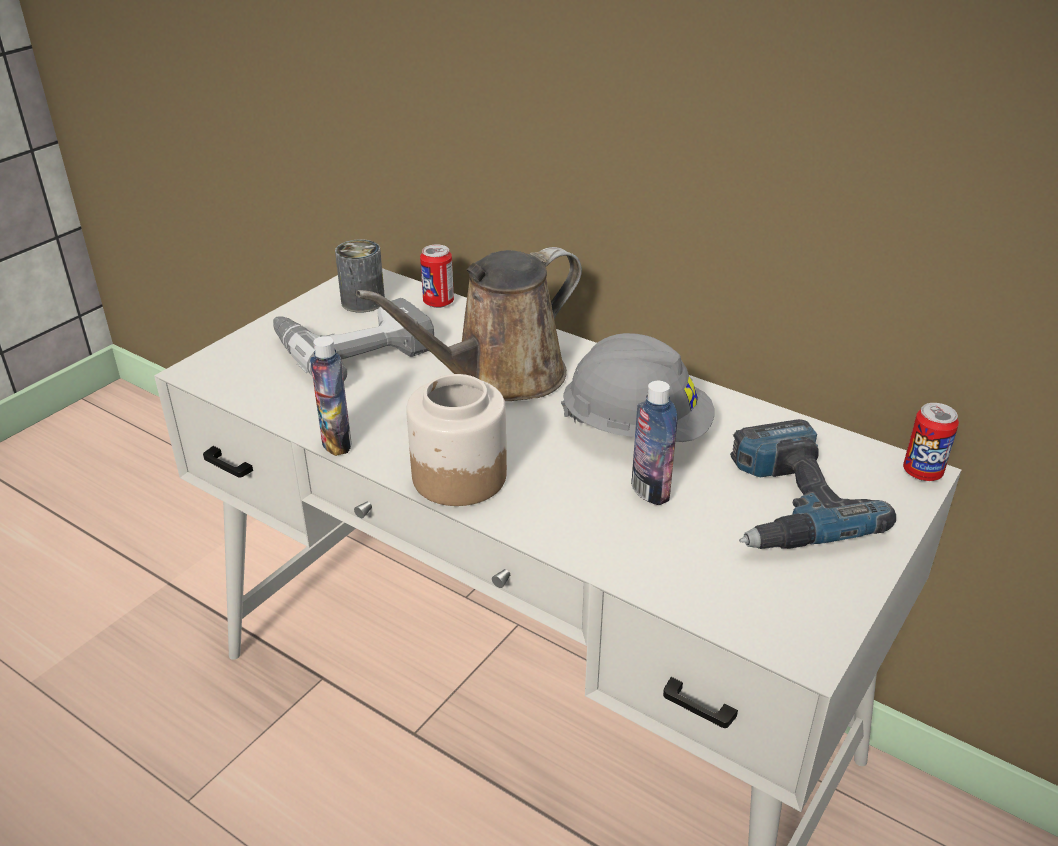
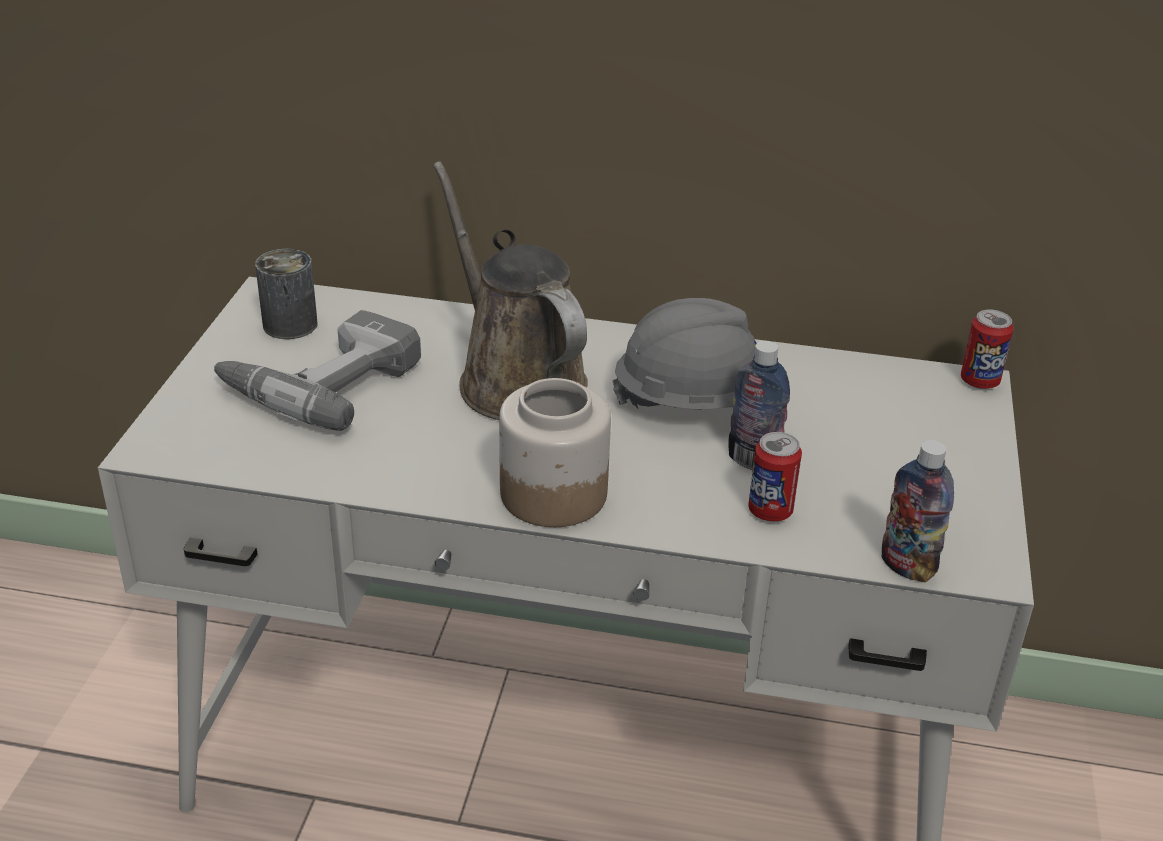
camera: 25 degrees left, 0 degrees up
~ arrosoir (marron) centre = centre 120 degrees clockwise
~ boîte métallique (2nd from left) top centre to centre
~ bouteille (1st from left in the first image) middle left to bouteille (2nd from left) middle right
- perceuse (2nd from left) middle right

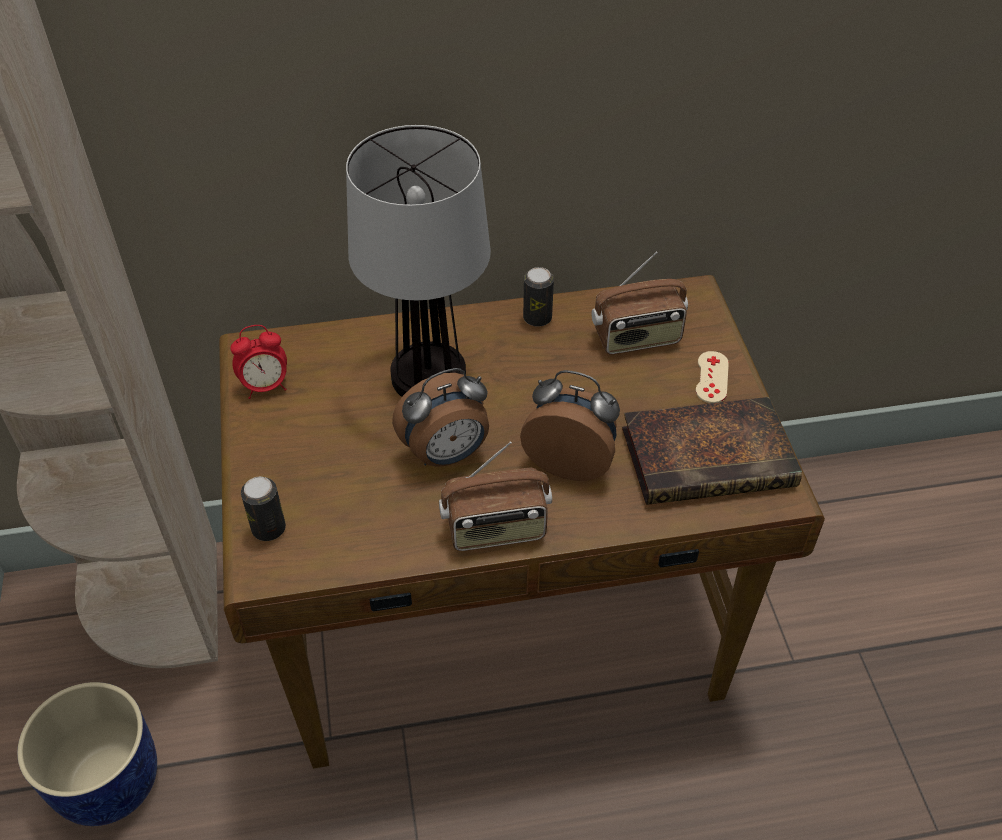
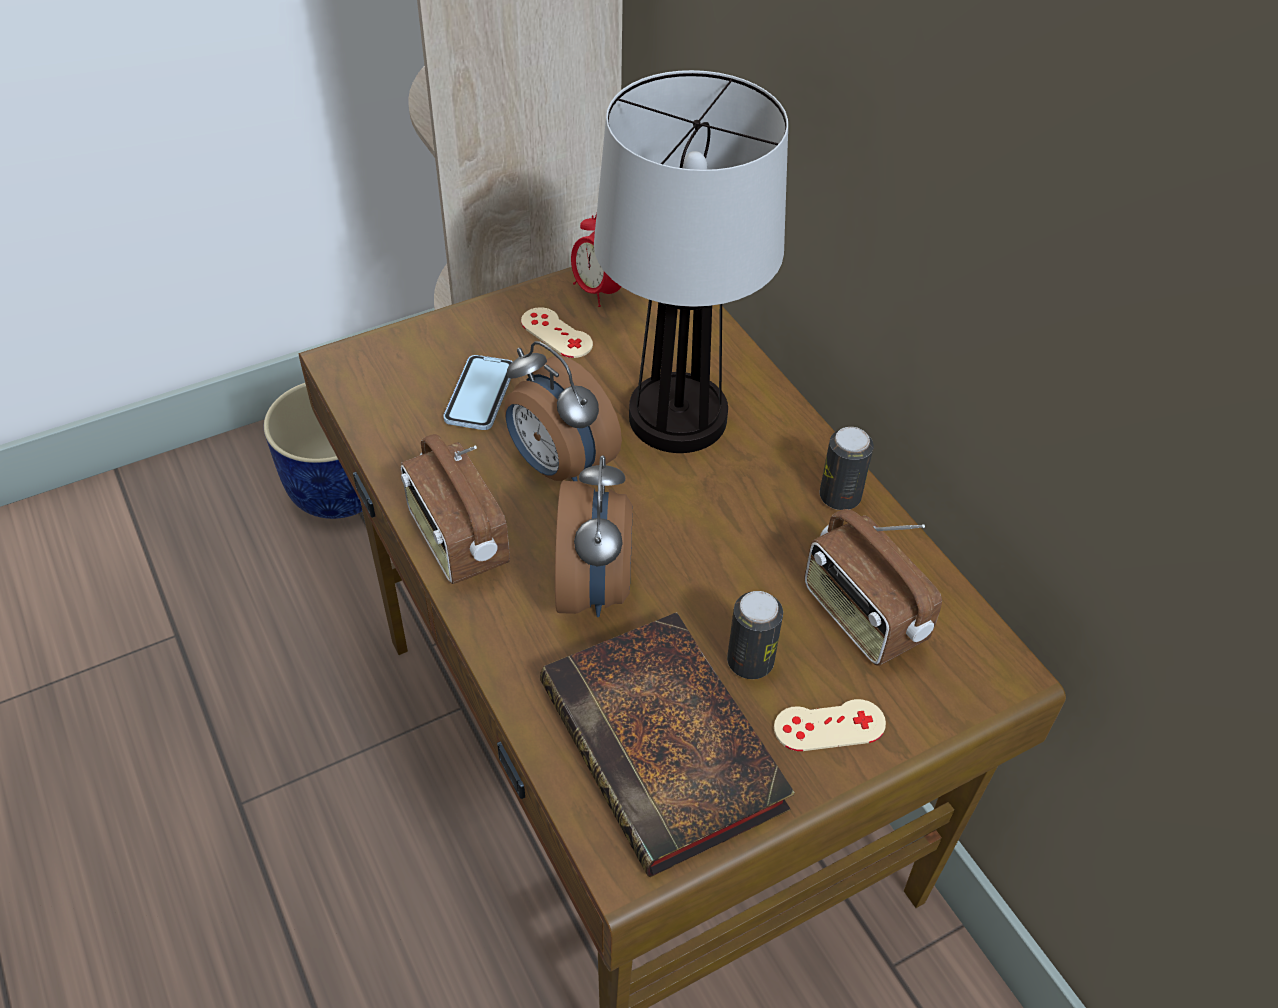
camera: 70 degrees right, 0 degrees up
+ téléphone centre
+ manette (beige) (1st from left) top centre
~ boîte métallique (1st from left) middle left to centre

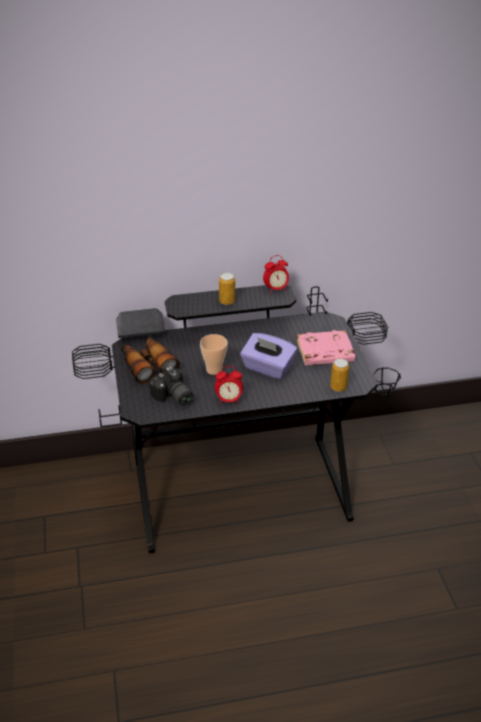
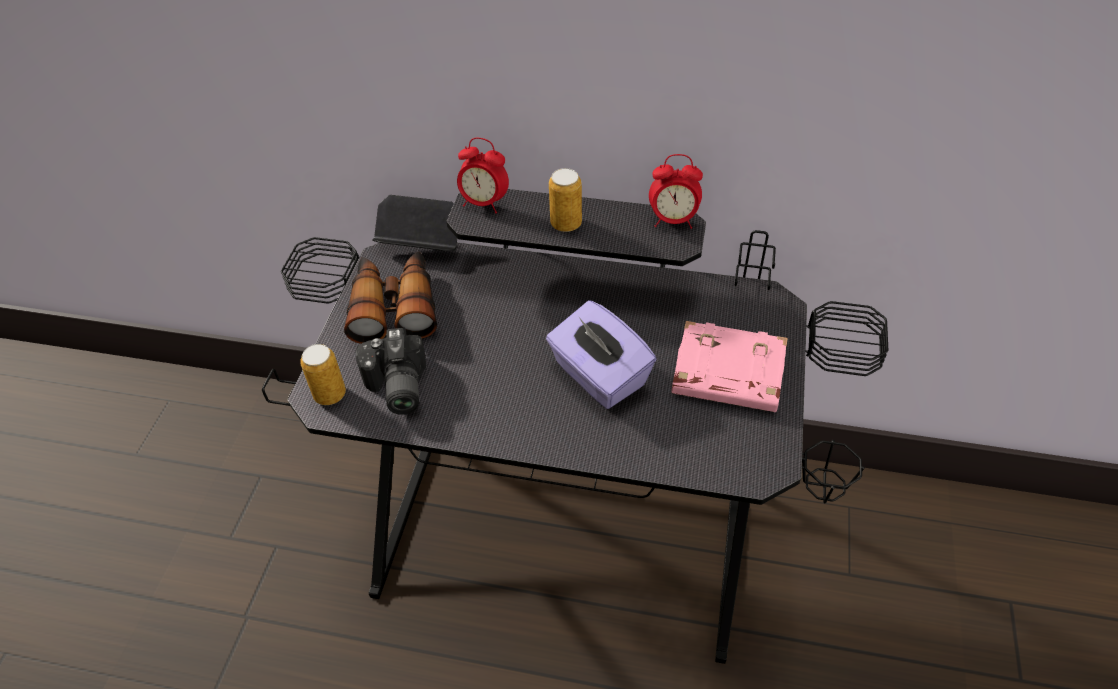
camera: 25 degrees right, 10 degrees up
~ boîte métallique (2nd from left in the first image) middle right to boîte métallique (1st from left) middle left
~ réveil (1st from left) centre to top centre
- tasse centre

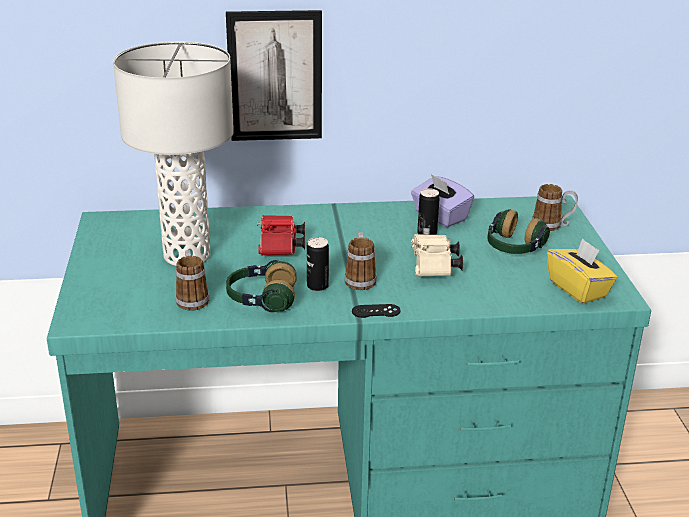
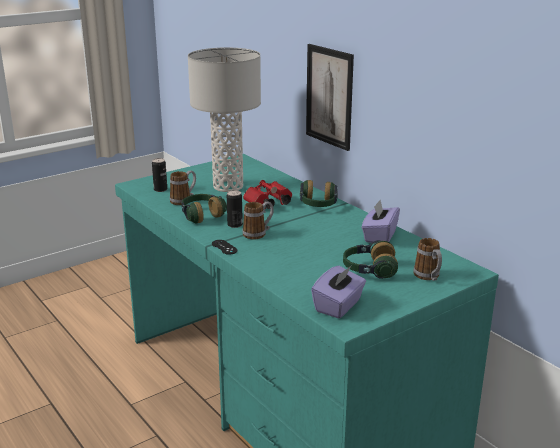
camera: 60 degrees right, 5 degrees down
~ boîte métallique (2nd from left in the first image) centre to boîte métallique (1st from left) middle left
+ casque audio (2nd from left) centre
~ boîte à mouchoirs (jaune) middle right to boîte à mouchoirs (violet) (1st from left) centre
- jumelles (beige) centre

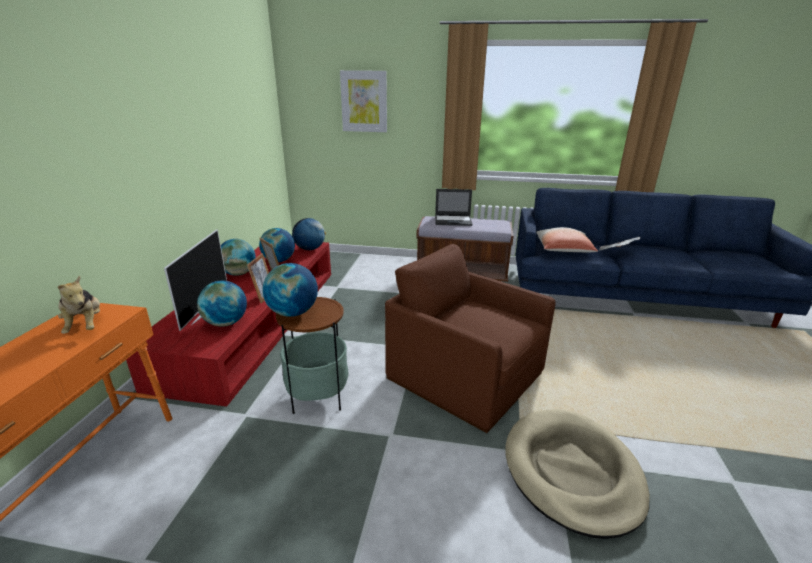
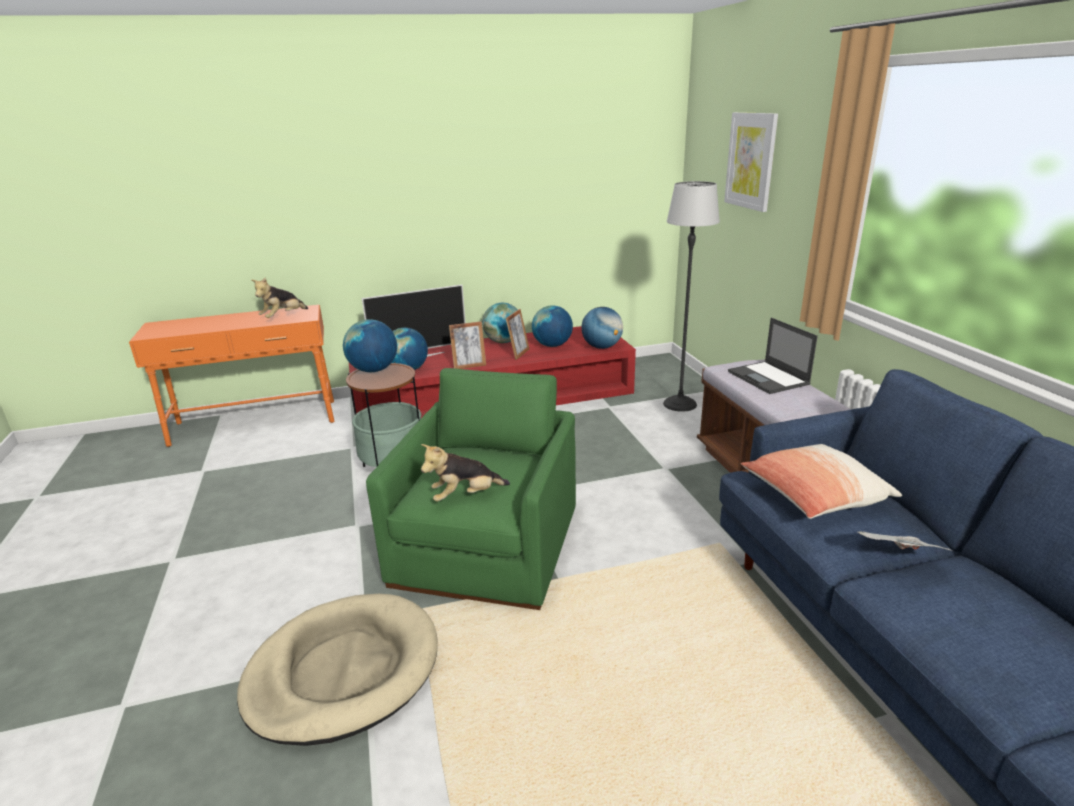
camera: 65 degrees right, 0 degrees up
~ fauteuil (marron) centre to fauteuil (vert) centre
+ peluche (2nd from left) centre
+ lampadaire centre

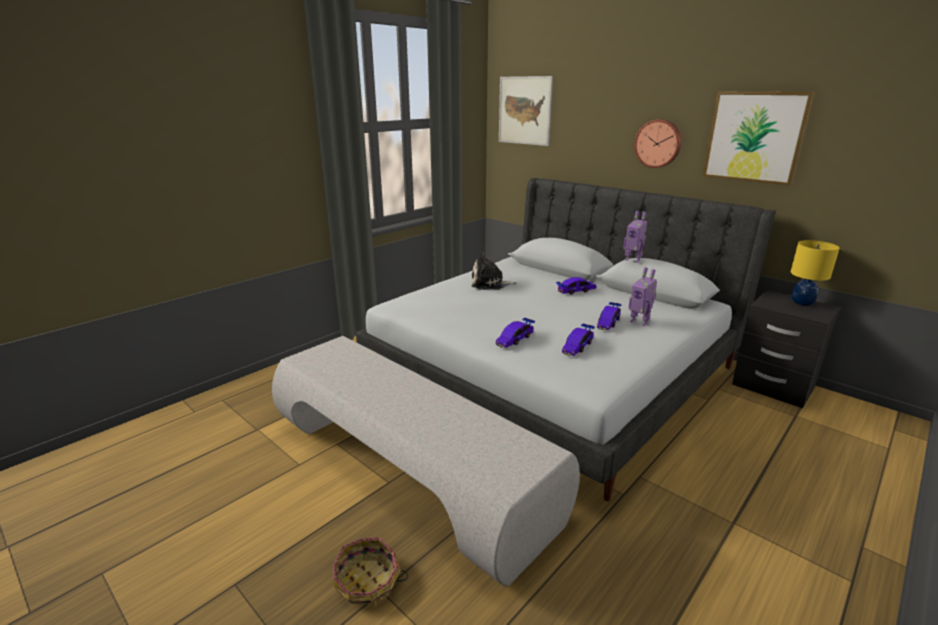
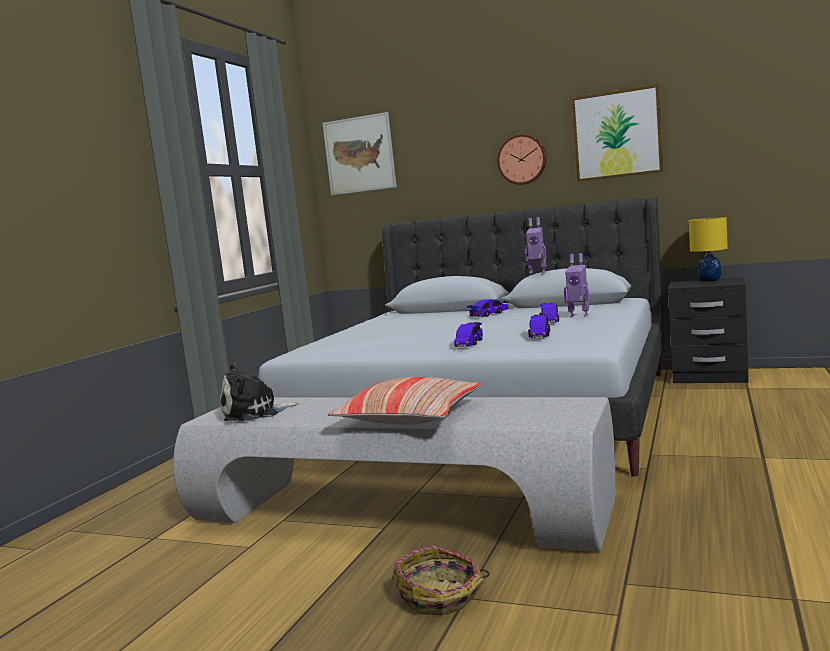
camera: 20 degrees left, 15 degrees down
~ peluche centre to middle left
+ coussin centre

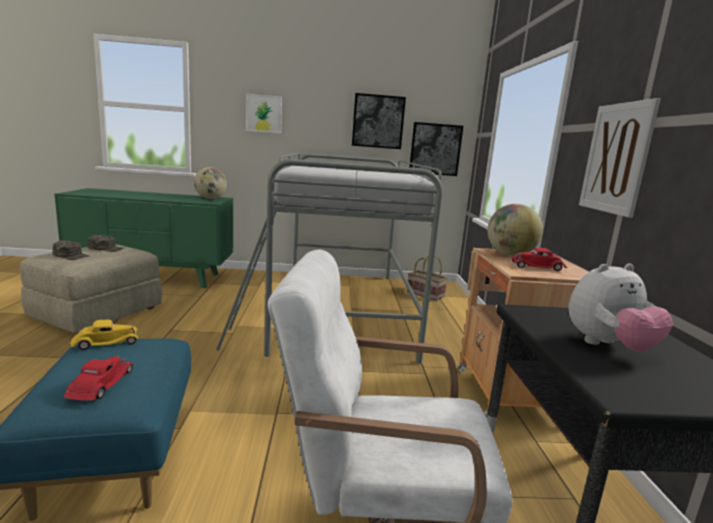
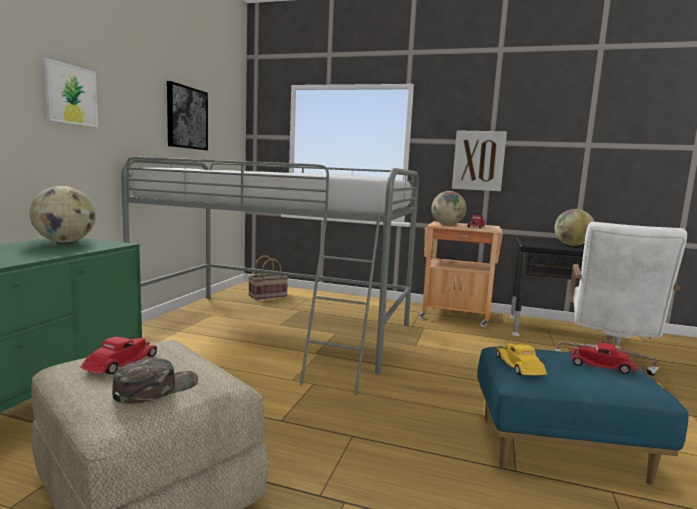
camera: 70 degrees left, 5 degrees down
~ casquette (vert) (2nd from left) middle left to petite voiture (rouge) (1st from left) bottom left
~ peluche middle right to globe (3rd from left) middle right
- tableau (3rd from left) top centre

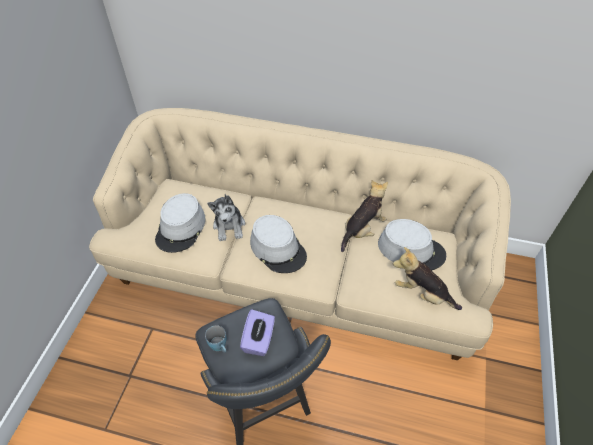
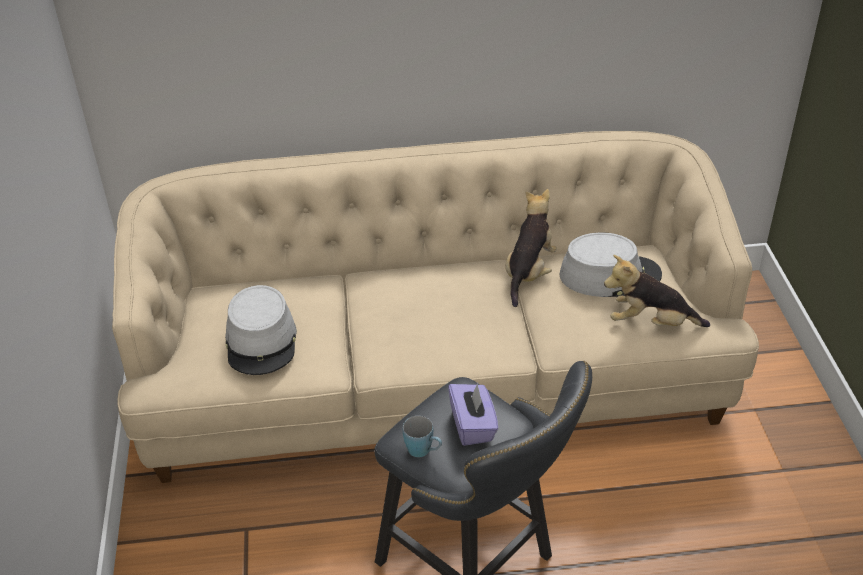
camera: 20 degrees left, 10 degrees down
- peluche (1st from left) centre
- chapeau (gris) (2nd from left) centre

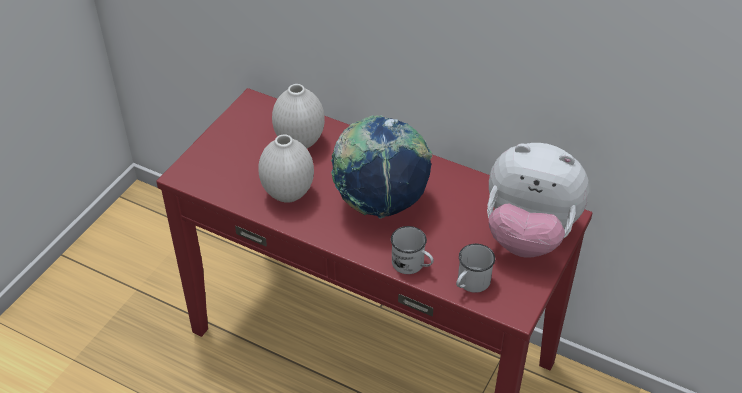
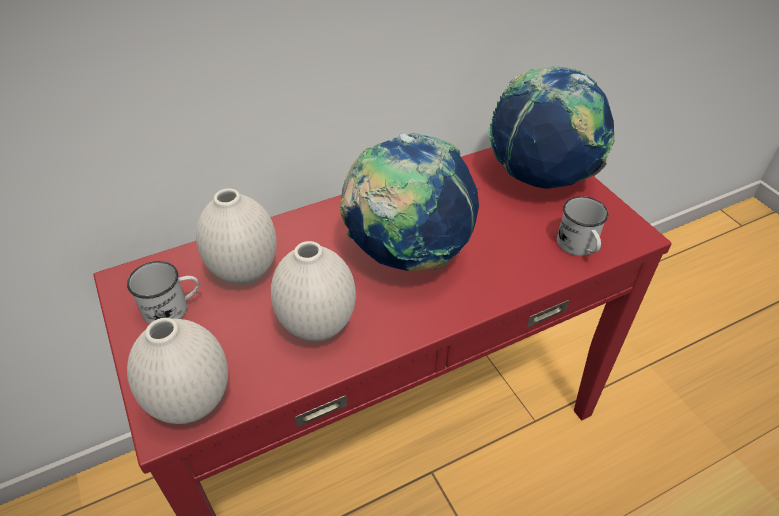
camera: 55 degrees left, 0 degrees up
~ mug (blanc) (1st from left) centre to middle left
+ vase (blanc) (1st from left) bottom left
~ peluche middle right to globe (2nd from left) top right

